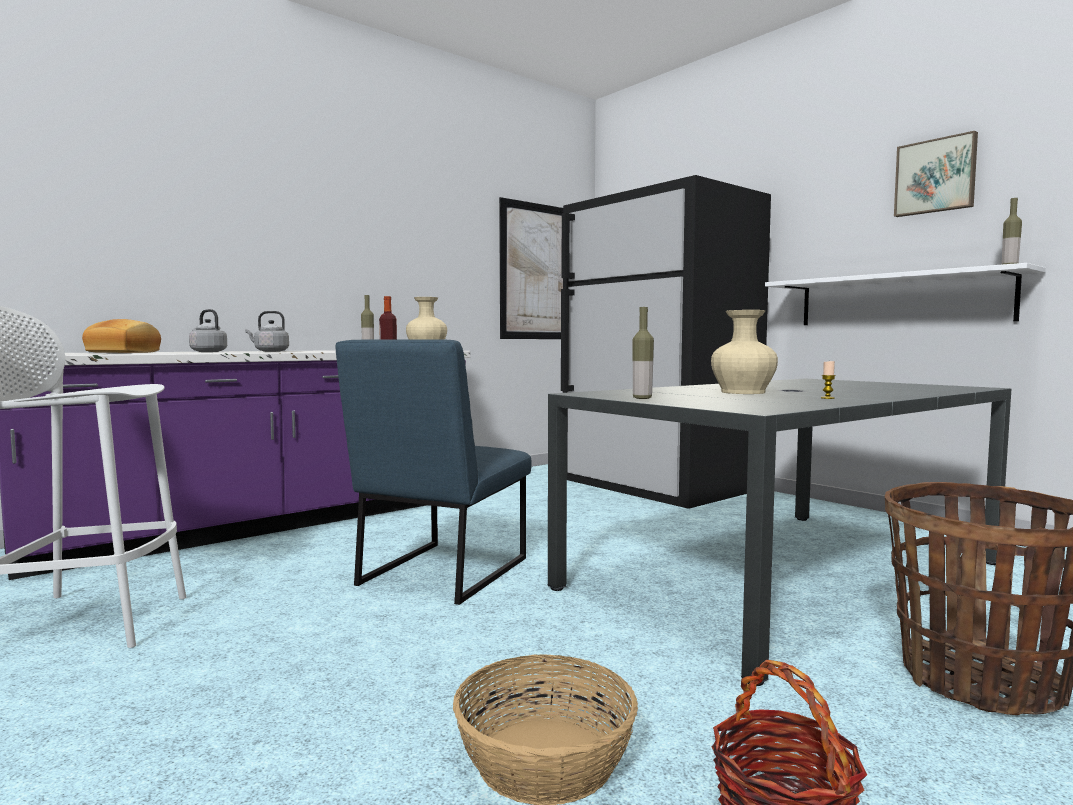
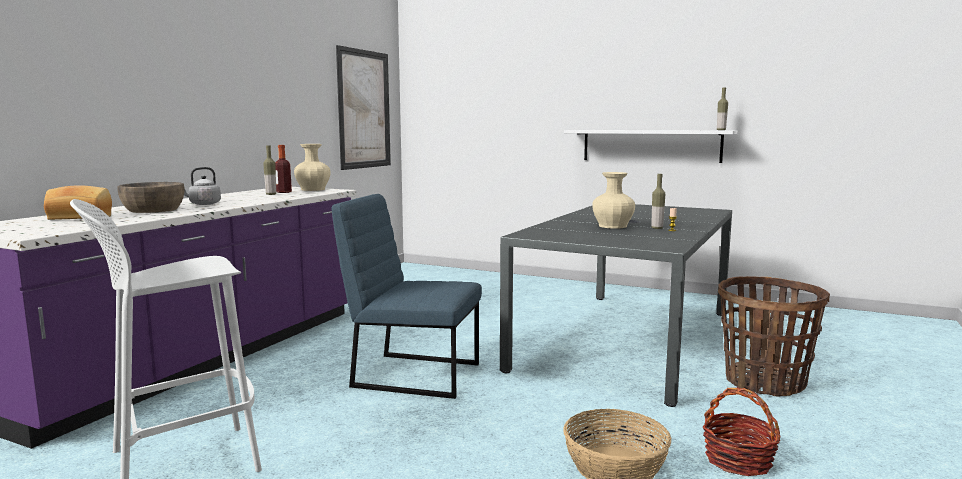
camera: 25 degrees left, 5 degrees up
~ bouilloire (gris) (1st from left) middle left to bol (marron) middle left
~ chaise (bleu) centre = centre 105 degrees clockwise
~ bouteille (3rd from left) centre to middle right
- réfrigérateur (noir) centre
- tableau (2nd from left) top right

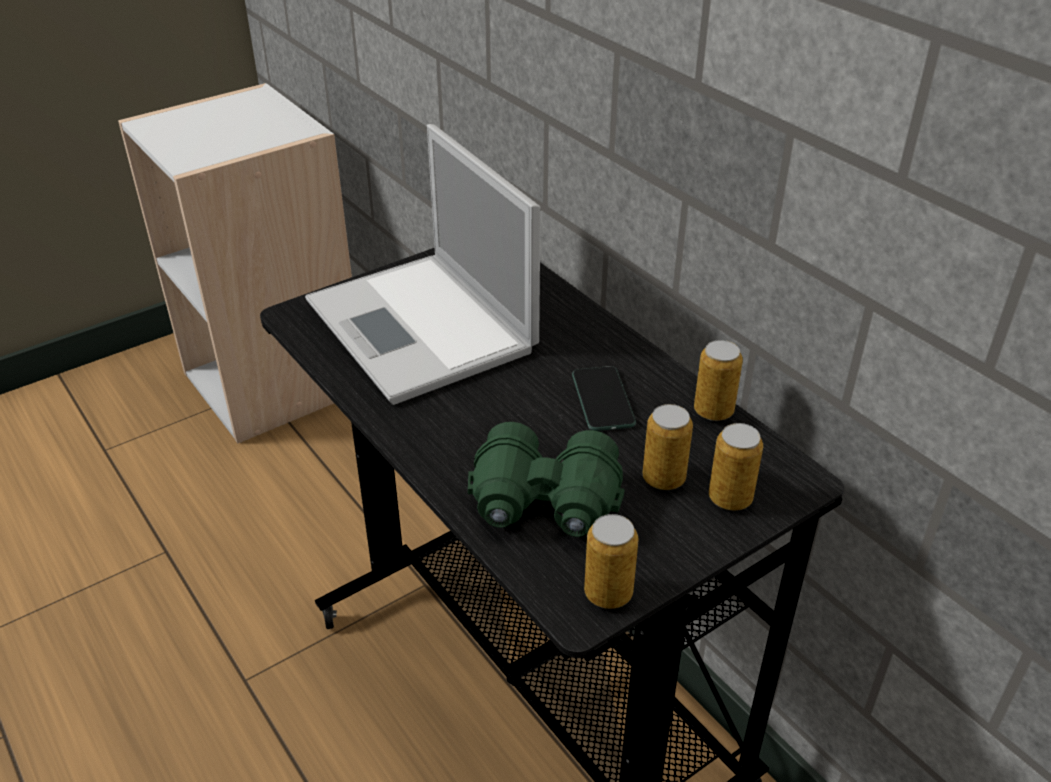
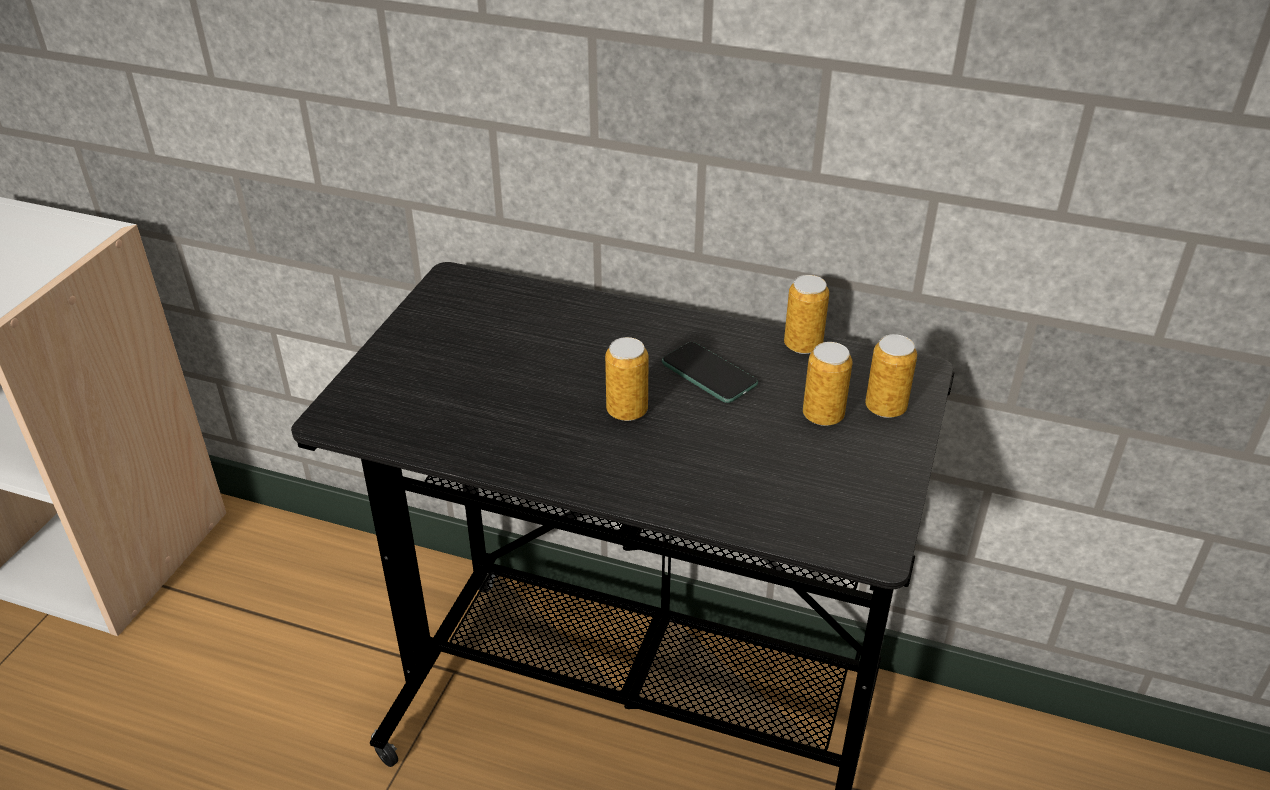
camera: 35 degrees left, 0 degrees up
~ boîte métallique (1st from left) bottom centre to centre
- ordinateur portable centre
- jumelles (vert) centre

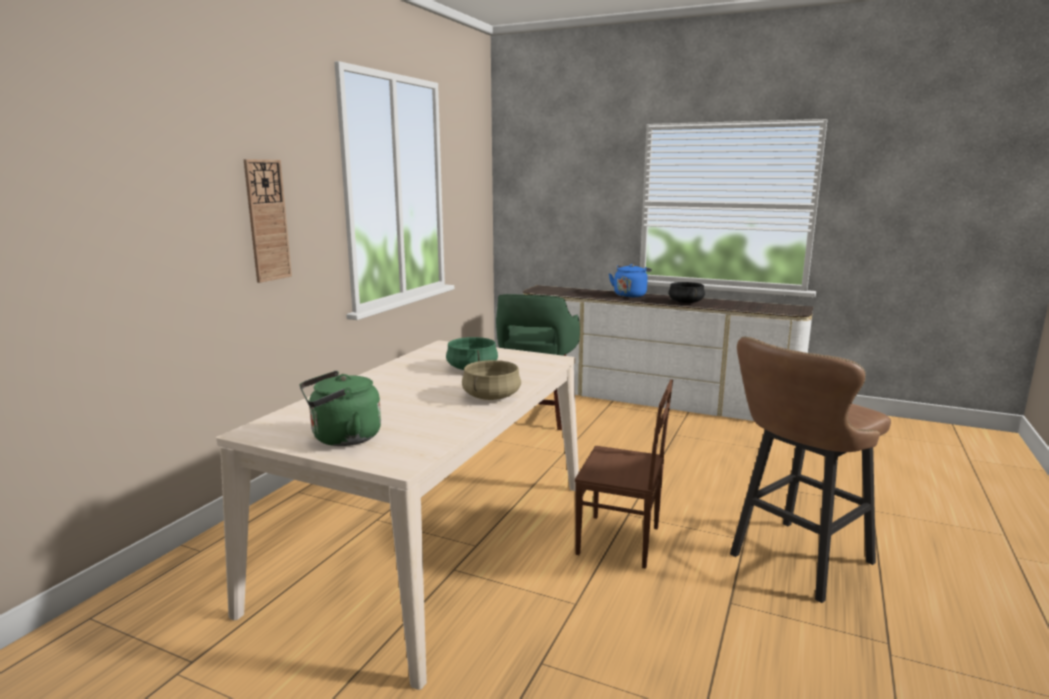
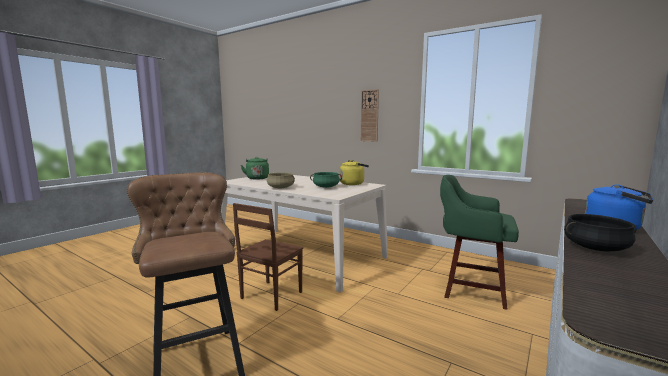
camera: 100 degrees right, 5 degrees down
+ bouilloire (jaune) centre

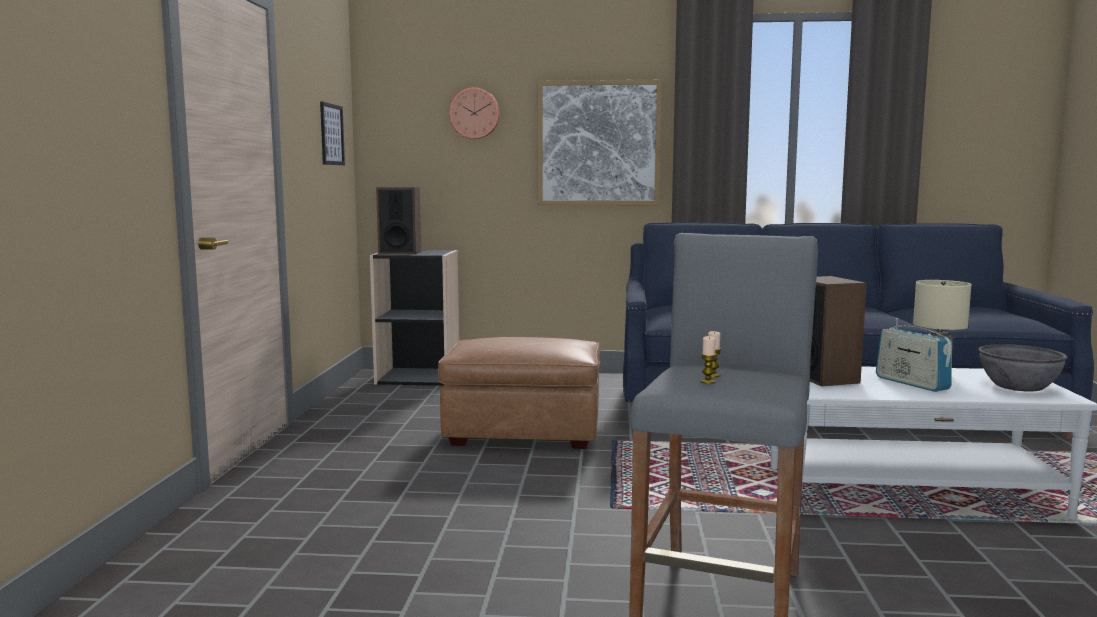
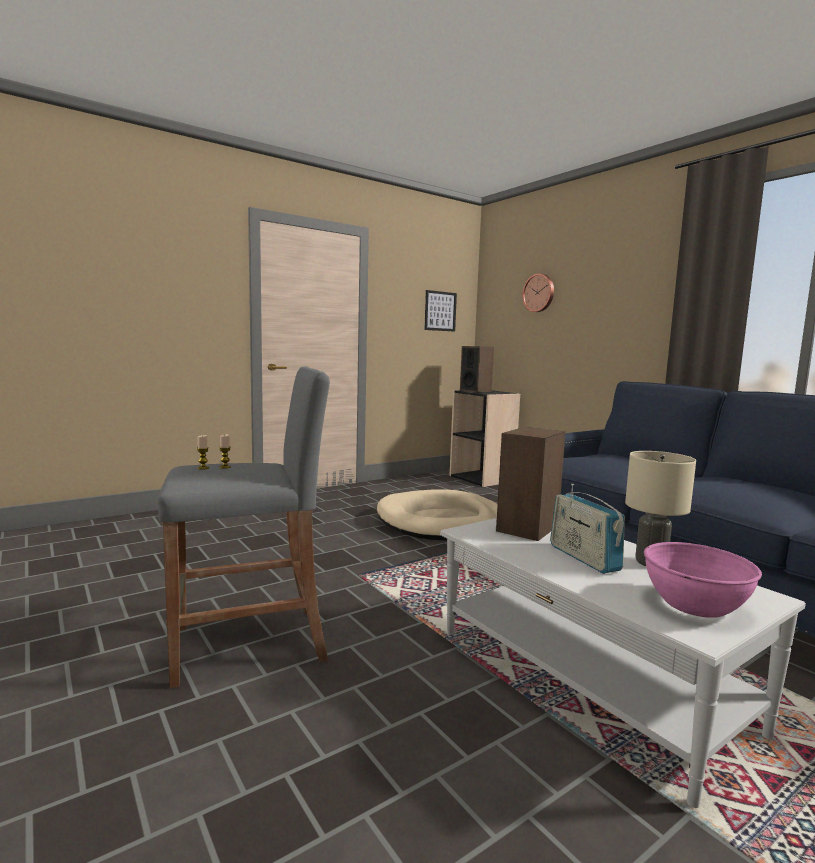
camera: 50 degrees right, 0 degrees up
~ pouf (marron) centre to panier pour chien (beige) centre
~ radio middle right = middle right 45 degrees counterclockwise
~ bol (gris) middle right to bol (rose) bottom right
- tableau (2nd from left) top centre

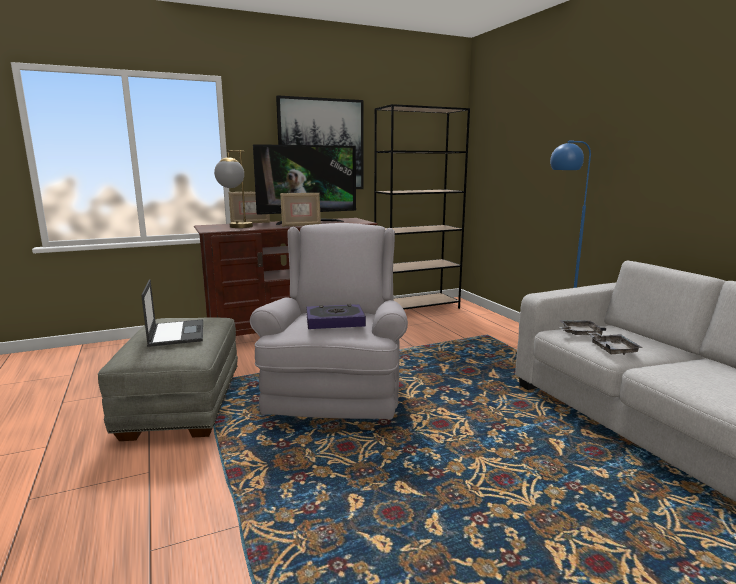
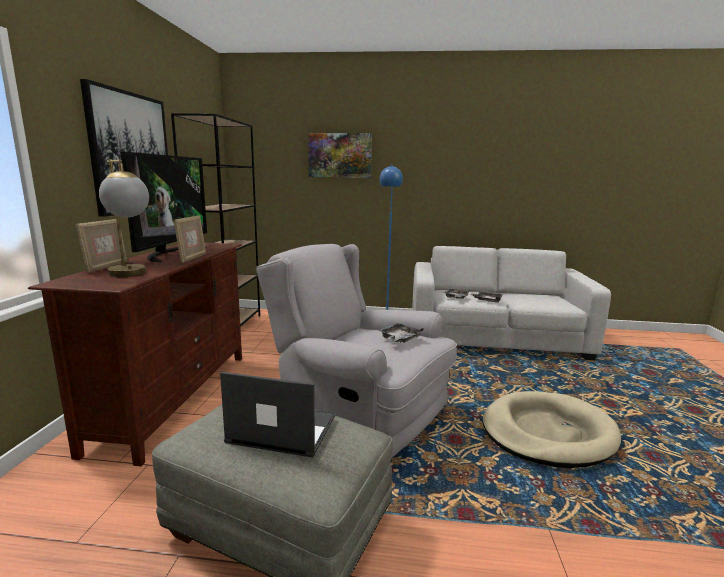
camera: 60 degrees left, 0 degrees up
+ tableau (2nd from left) top centre
~ livre centre to plateau (gris) (1st from left) centre
+ panier pour chien (beige) bottom right

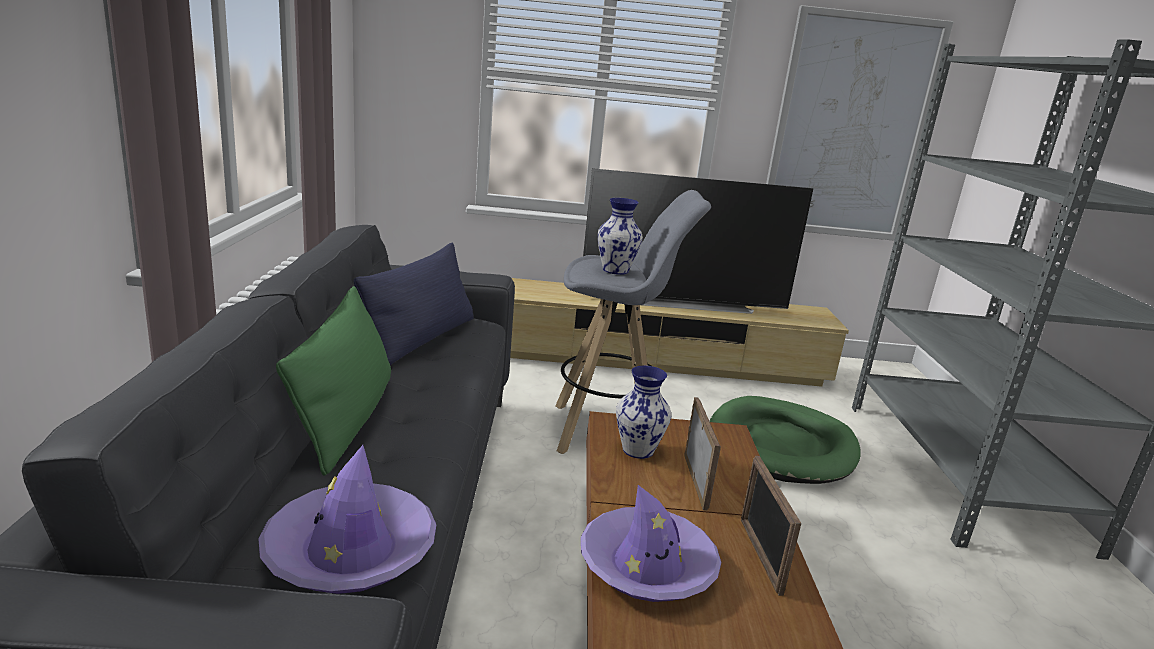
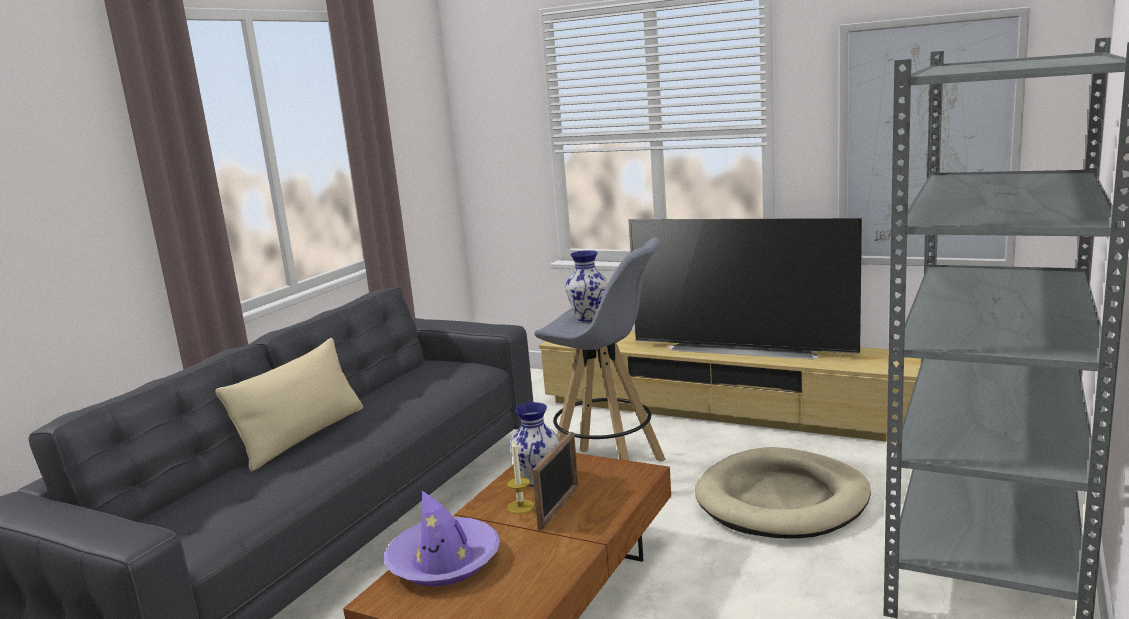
camera: 30 degrees right, 5 degrees down
~ coussin (vert) middle left to coussin (beige) middle left
+ bougie bottom centre
~ panier pour chien (vert) bottom right to panier pour chien (beige) bottom right
- chapeau (violet) (1st from left) bottom left
- coussin (bleu) centre
- cadre photo (2nd from left) bottom right

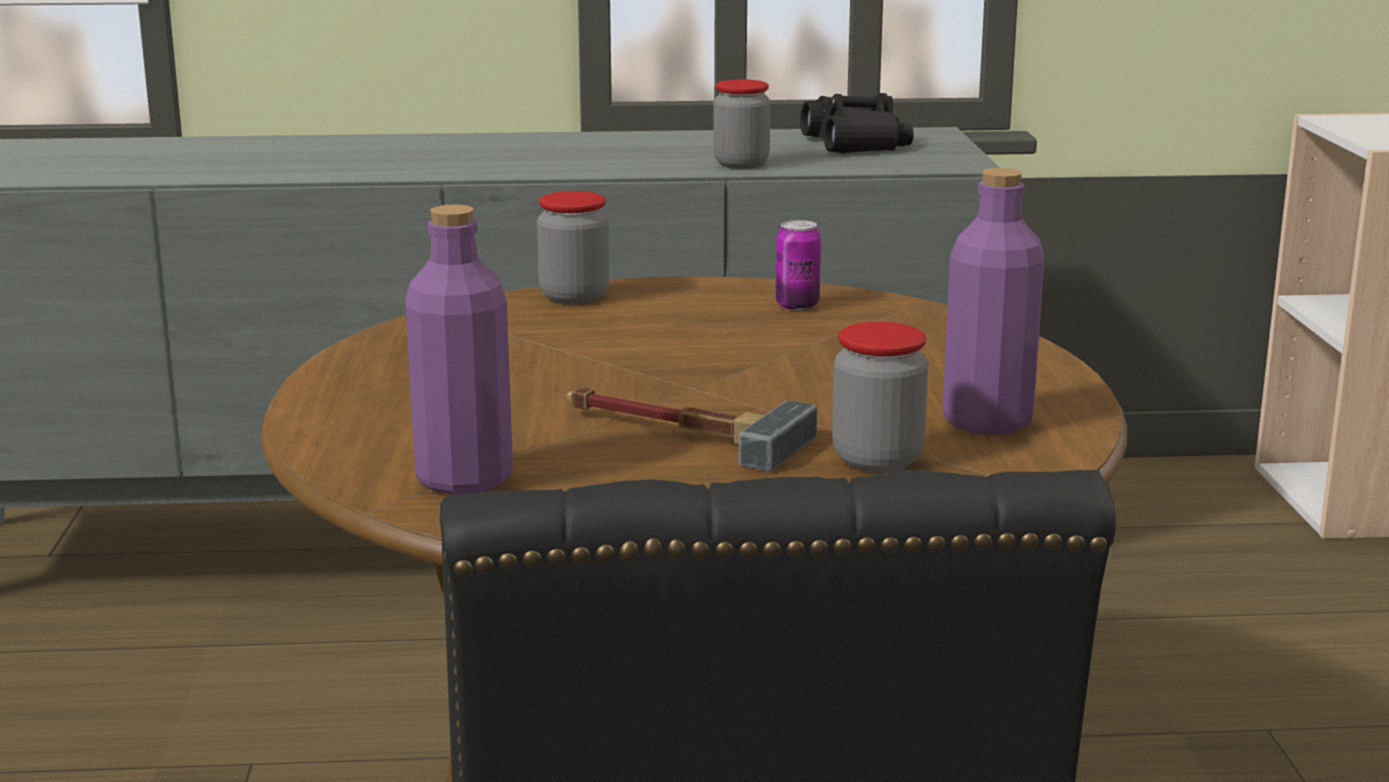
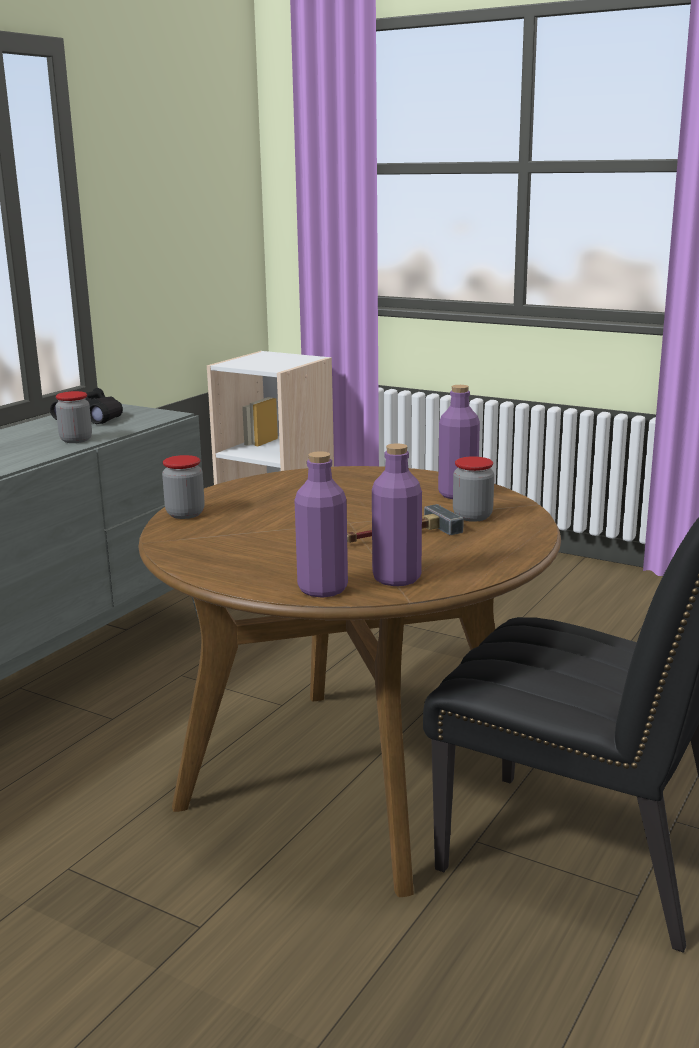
camera: 55 degrees left, 0 degrees up
+ bouteille (violet) (1st from left) centre
- boîte métallique centre

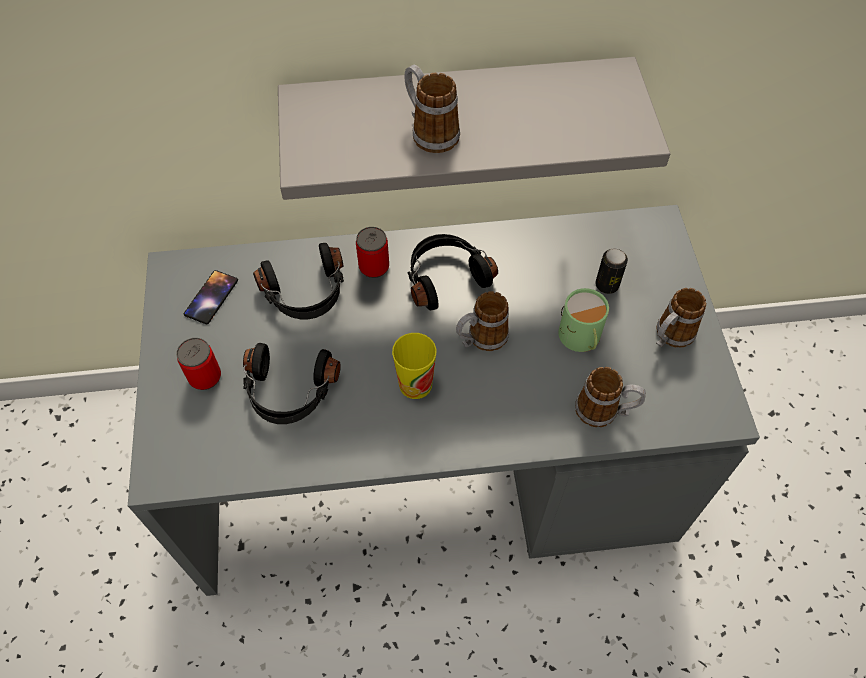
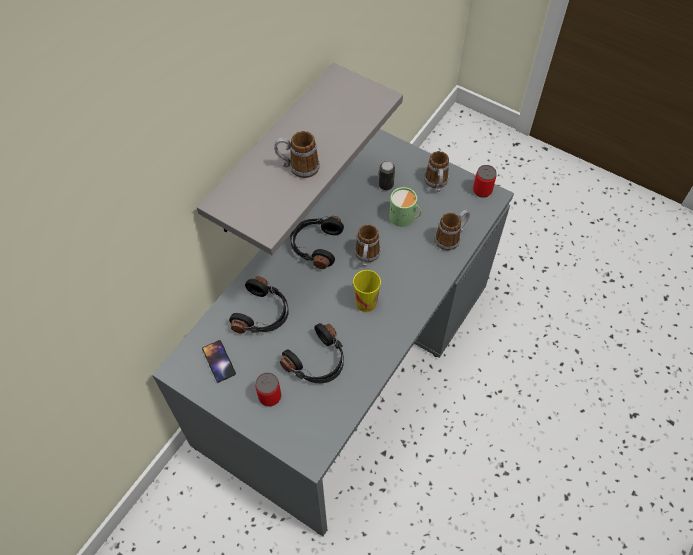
camera: 50 degrees left, 0 degrees up
~ boîte métallique (2nd from left in the first image) centre to boîte métallique (3rd from left) top right

